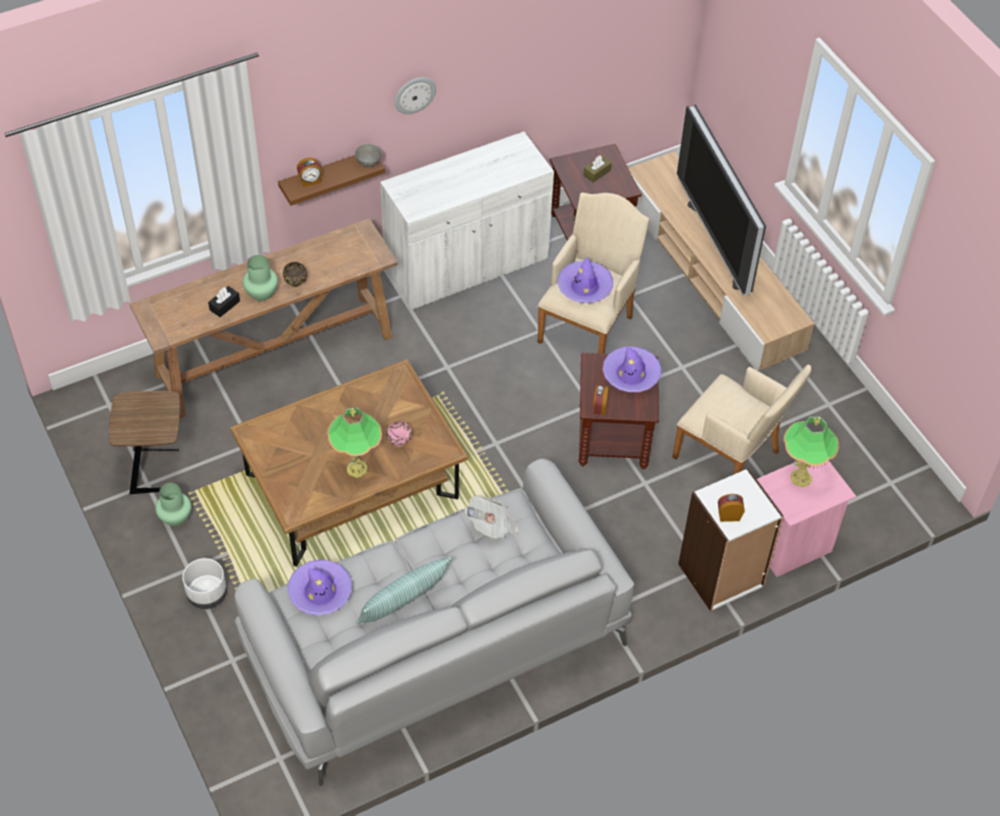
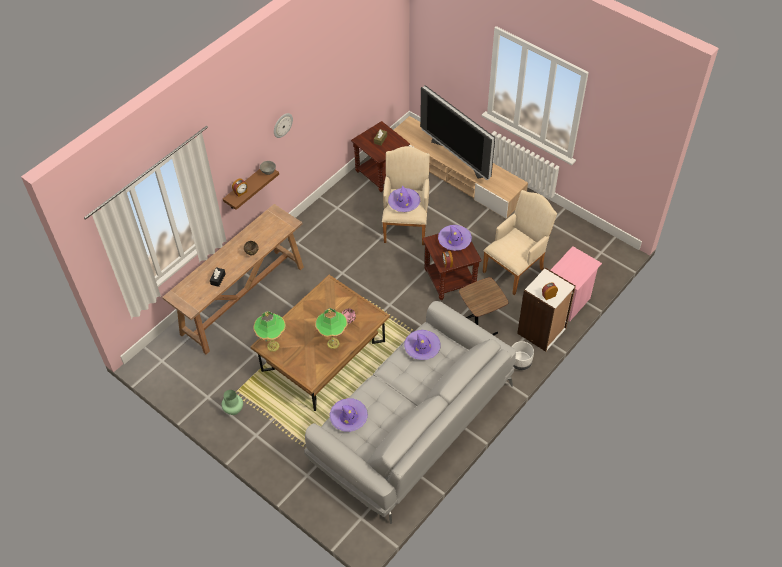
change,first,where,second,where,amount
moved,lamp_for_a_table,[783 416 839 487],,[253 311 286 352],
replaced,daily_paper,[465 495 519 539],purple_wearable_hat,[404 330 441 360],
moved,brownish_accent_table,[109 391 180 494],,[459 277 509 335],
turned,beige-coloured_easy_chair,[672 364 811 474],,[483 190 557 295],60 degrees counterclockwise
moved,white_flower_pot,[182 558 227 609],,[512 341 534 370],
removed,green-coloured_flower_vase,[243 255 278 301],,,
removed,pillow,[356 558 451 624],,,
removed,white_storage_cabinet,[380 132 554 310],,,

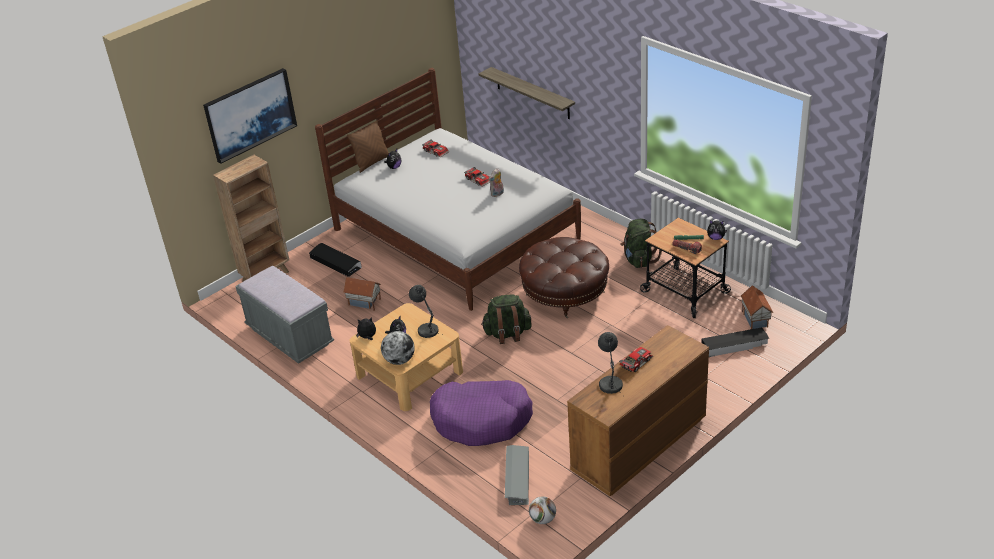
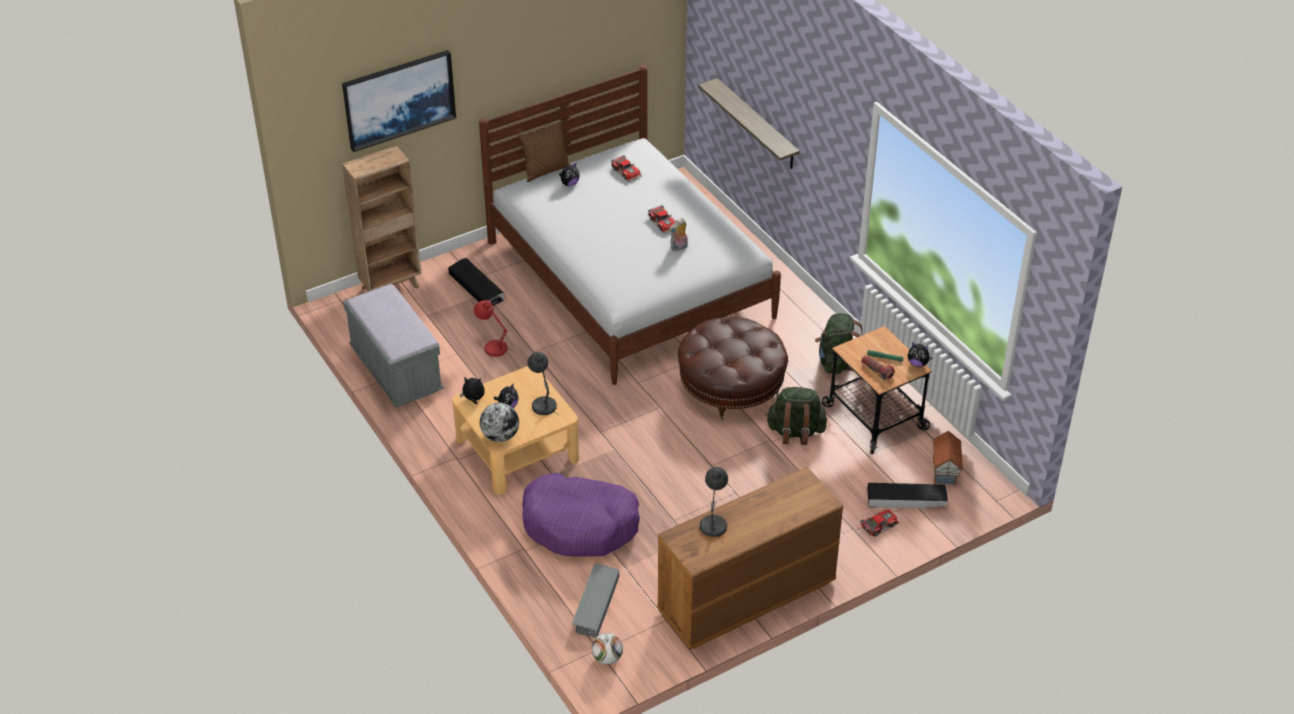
change,first,where,second,where,amount
replaced,miniature_house,[343 278 381 311],red-coloured_lamp_for_a_table,[474 300 513 357],
moved,green-coloured_rucksack,[481 295 532 344],,[766 387 827 445],
moved,toy_car,[619 347 653 372],,[860 509 900 537],

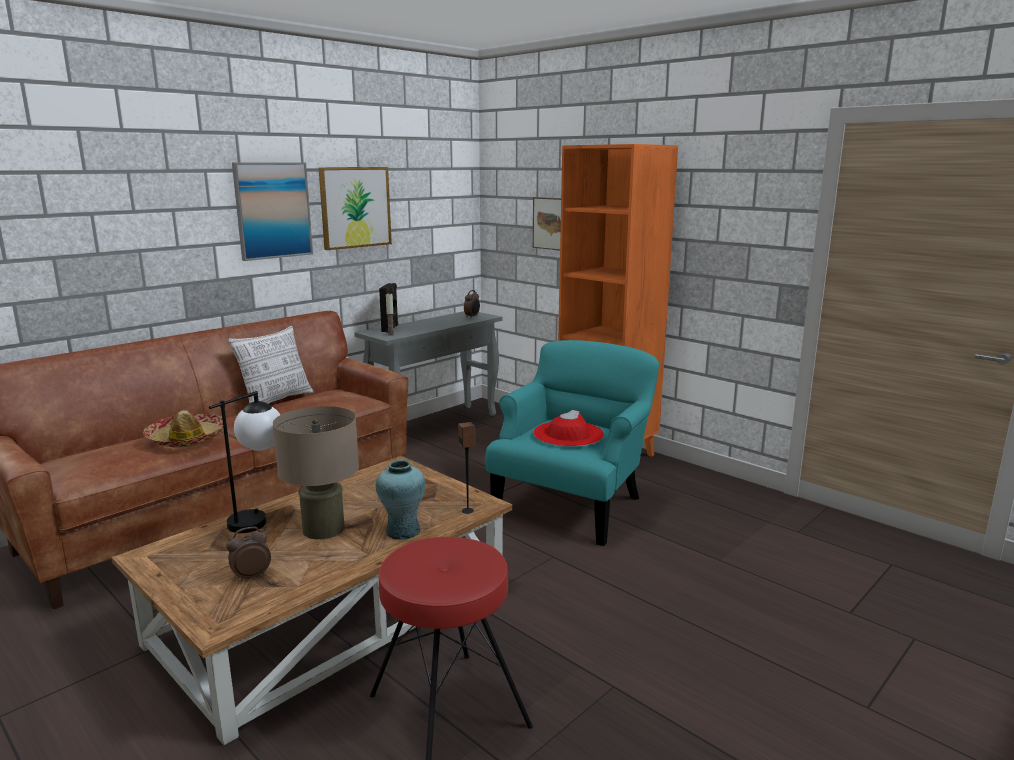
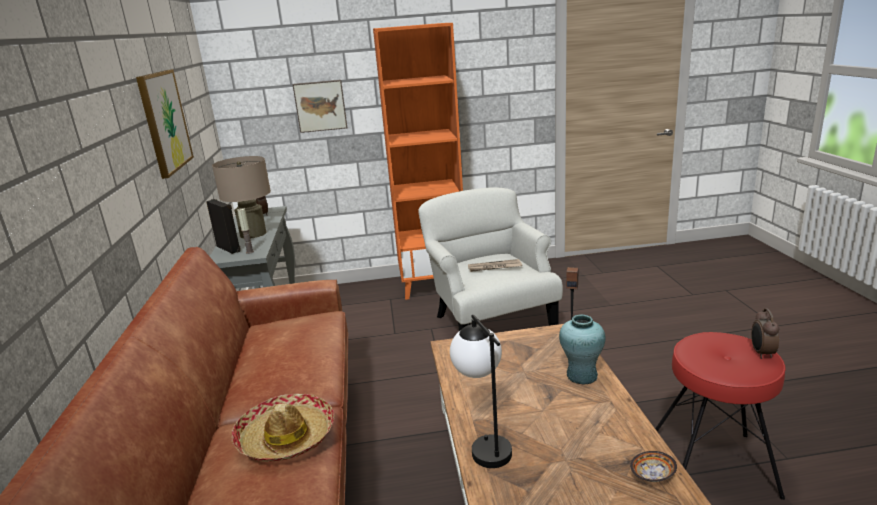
change,first,where,second,where,amount
moved,beige-coloured_lamp_for_a_table,[273 406 359 540],,[212 156 271 239],
recoloured,turquoise-coloured_easy_chair,[485 340 659 546],white_easy_chair,[418 187 563 331],
replaced,red-coloured_wearable_hat,[533 410 604 447],daily_paper,[468 259 522 272],
added,,,deep_dish,[630 451 677 482],
moved,table_clock,[226 527 271 582],,[751 308 779 359],
removed,pillow,[228 326 313 404],,,
removed,wall_picture,[232 162 313 261],,,

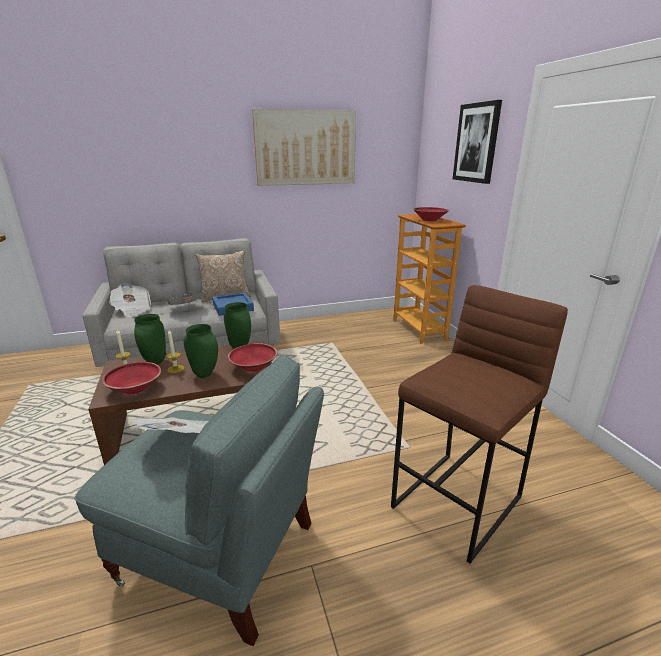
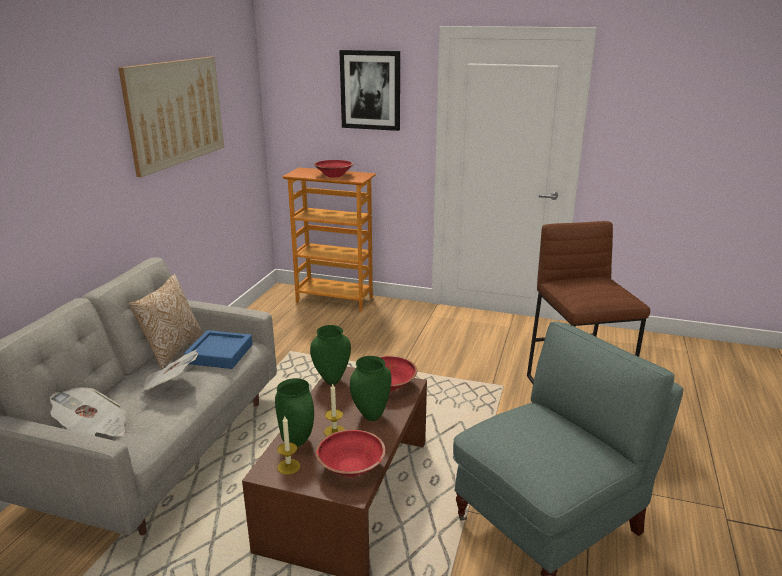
change,first,where,second,where,amount
removed,daily_paper,[131 417 208 433],,,

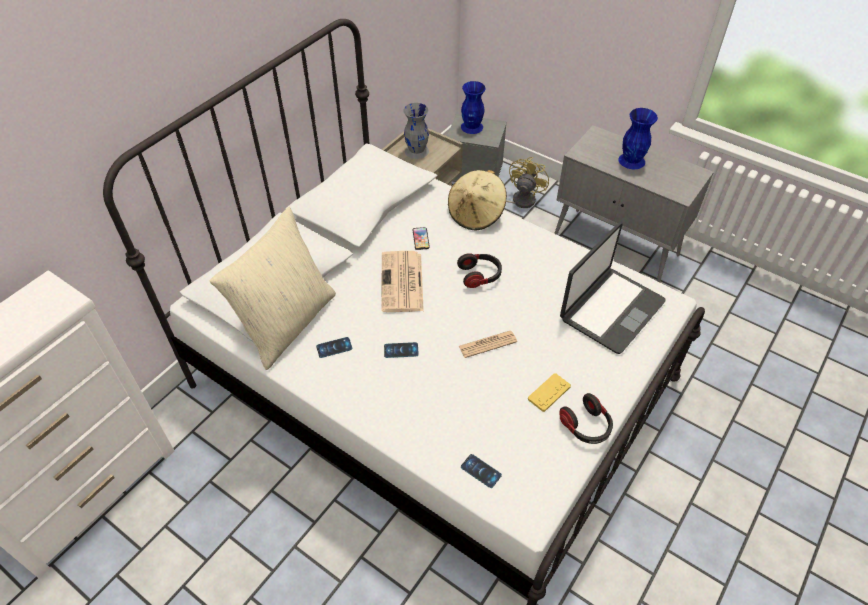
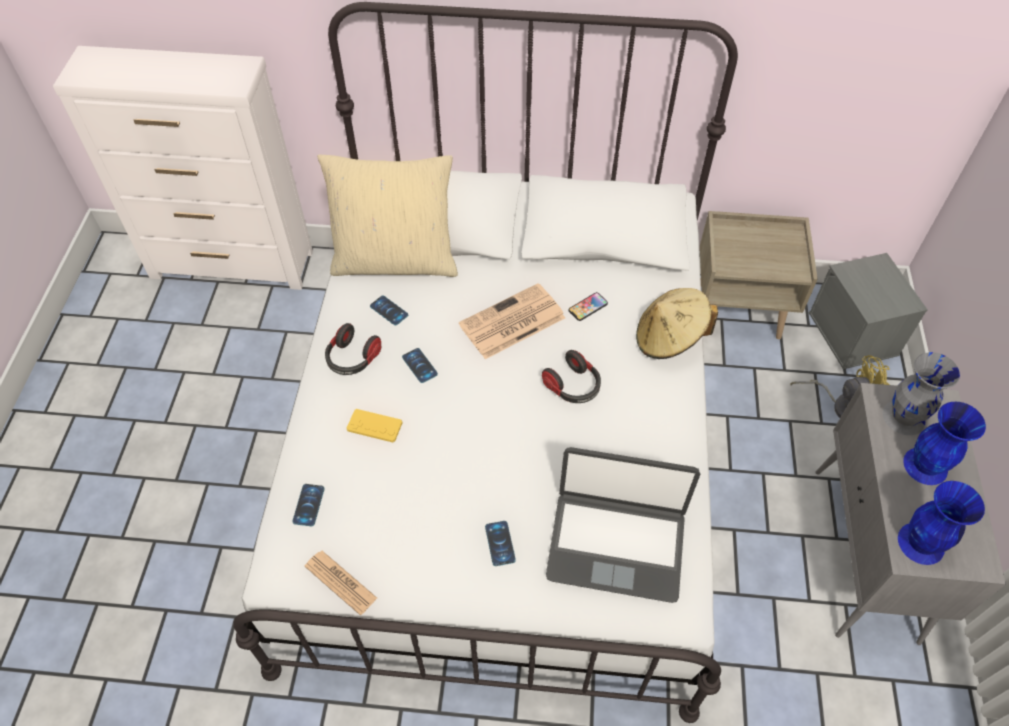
change,first,where,second,where,amount
moved,daily_paper,[459 331 517 358],,[305 551 377 615],
moved,headphones,[559 393 613 444],,[325 323 381 375],
moved,yellowish_game_controller,[528 373 571 412],,[347 409 402 442],
added,,,phone,[485 521 516 566],
moved,greyish_flower_vase,[403 103 429 159],,[883 352 960 435],
moved,bluish_flower_vase,[461 81 486 134],,[898 481 985 565],

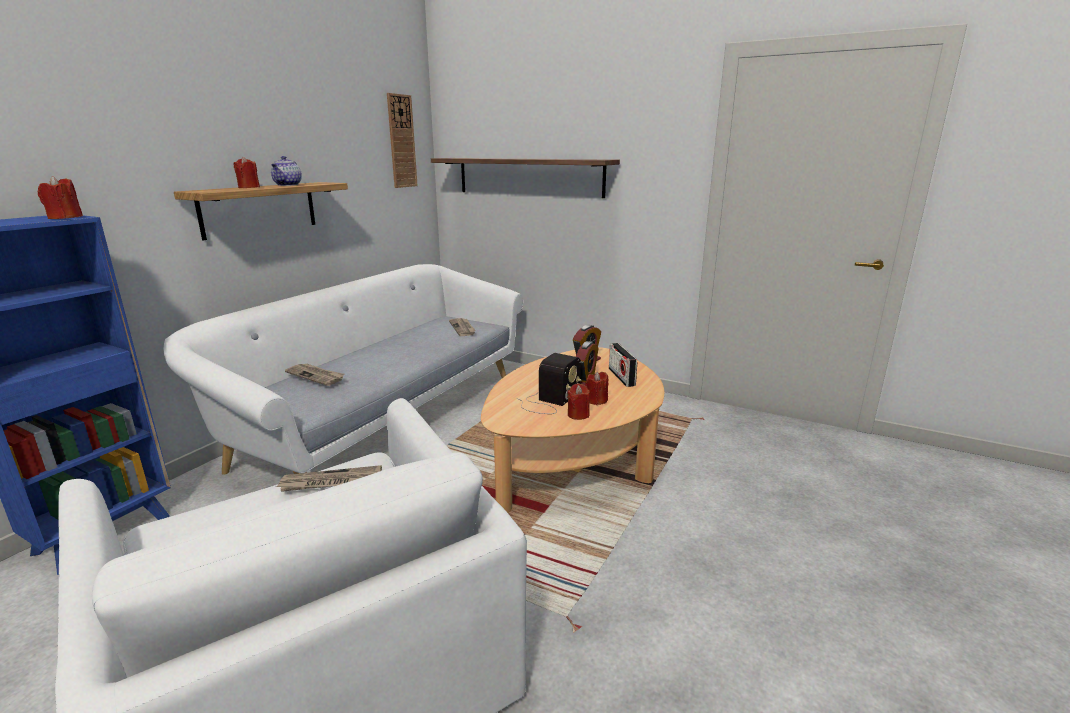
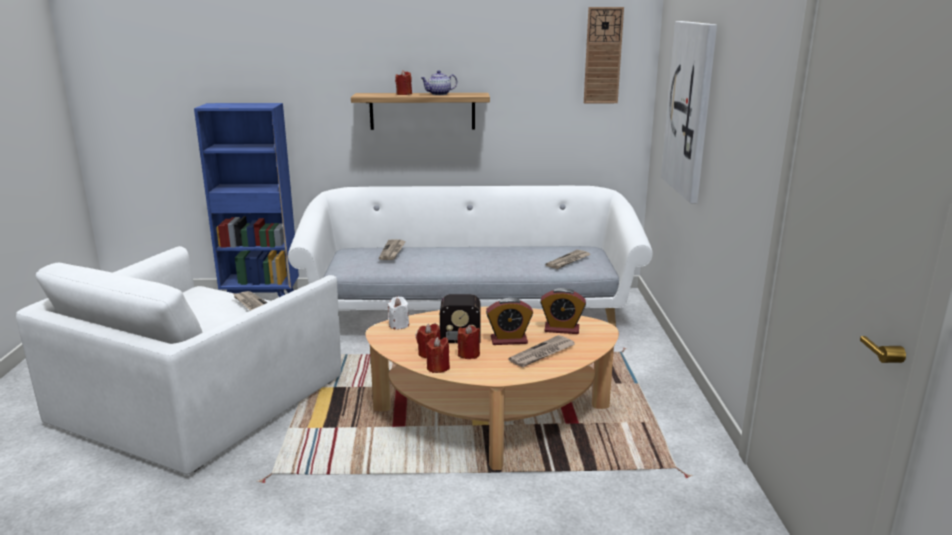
change,first,where,second,where,amount
added,,,white_wax_candle,[387 296 409 329],
moved,red-coloured_wax_candle,[38 176 83 219],,[425 337 450 373],
replaced,radio_set,[609 343 637 387],daily_paper,[508 335 575 367],
replaced,bracket_shelf,[431 158 620 198],wall_picture,[661 21 717 203],

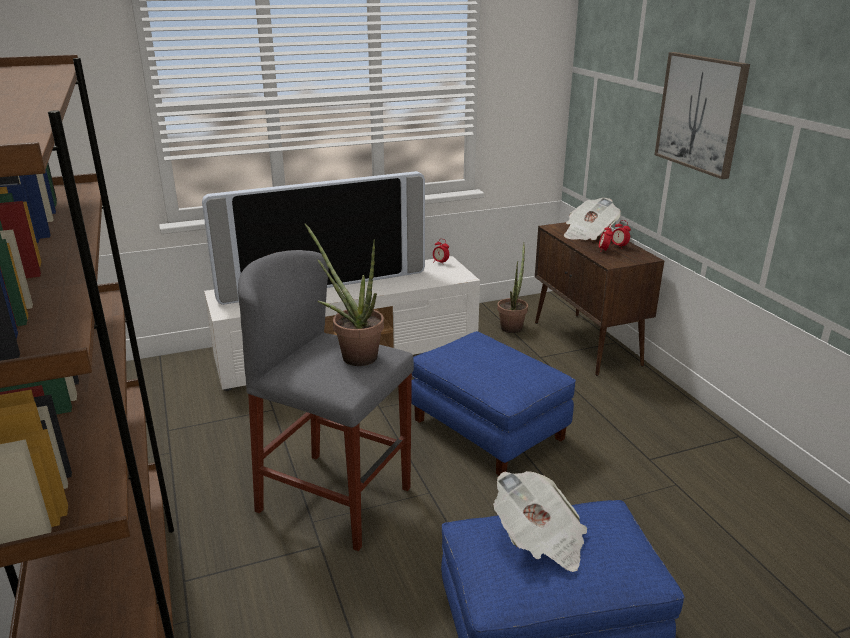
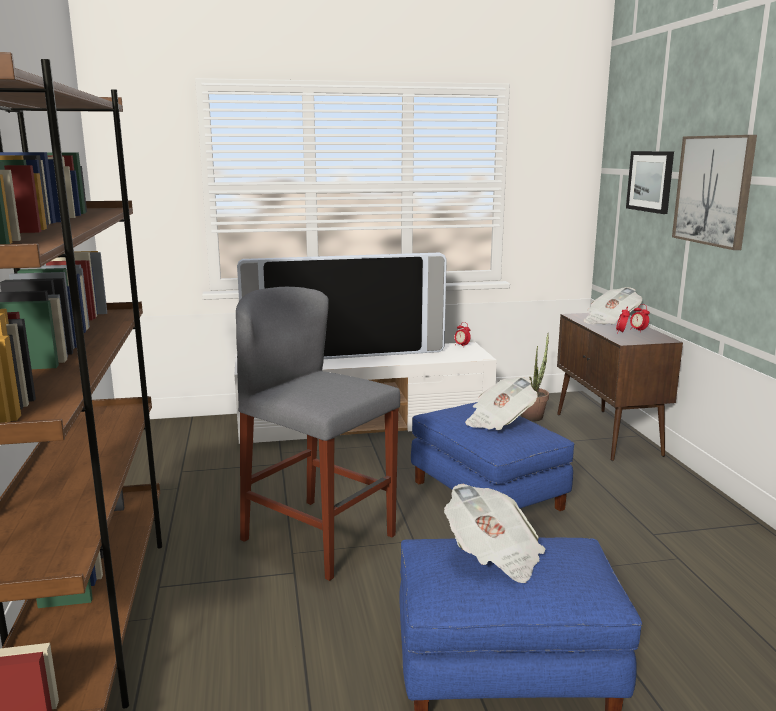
change,first,where,second,where,amount
added,,,daily_paper,[465 377 538 430],
added,,,wall_picture,[626 151 674 214],
removed,plant_in_a_pot,[305 223 384 366],,,

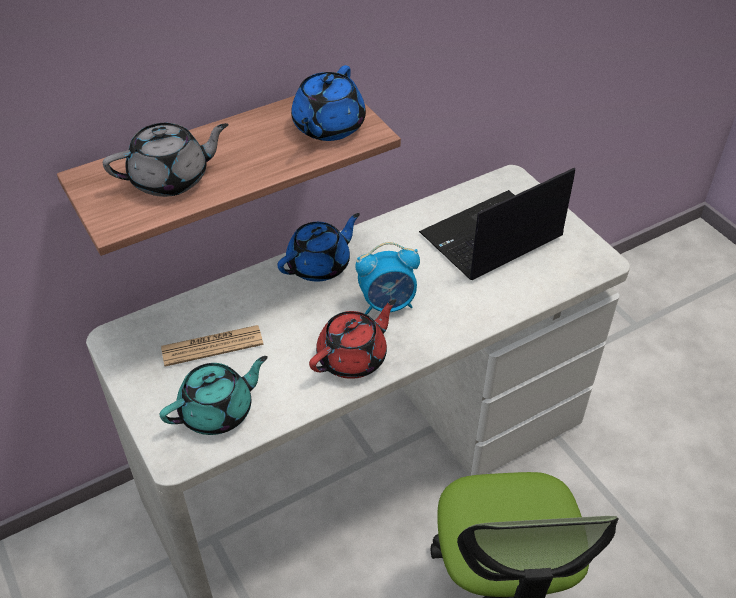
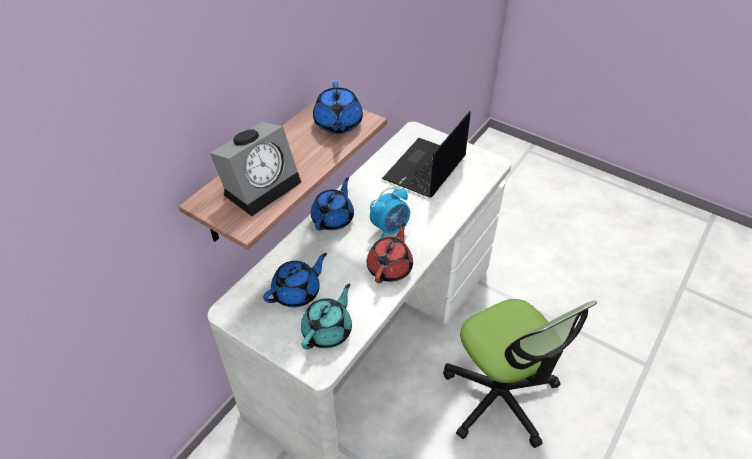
change,first,where,second,where,amount
replaced,greyish_teapot,[103 123 229 197],table_clock,[210 122 301 216],
replaced,daily_paper,[161 325 264 366],bluish_teapot,[263 253 327 307],

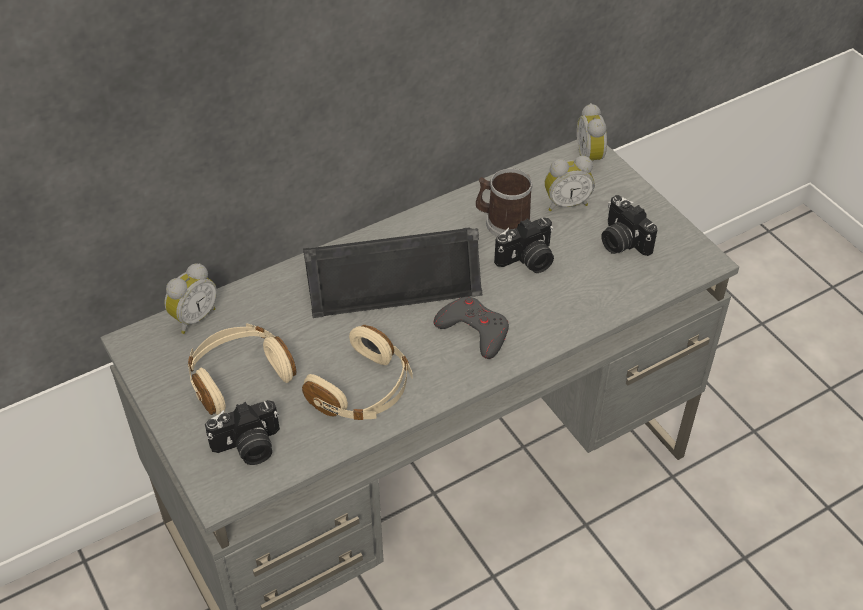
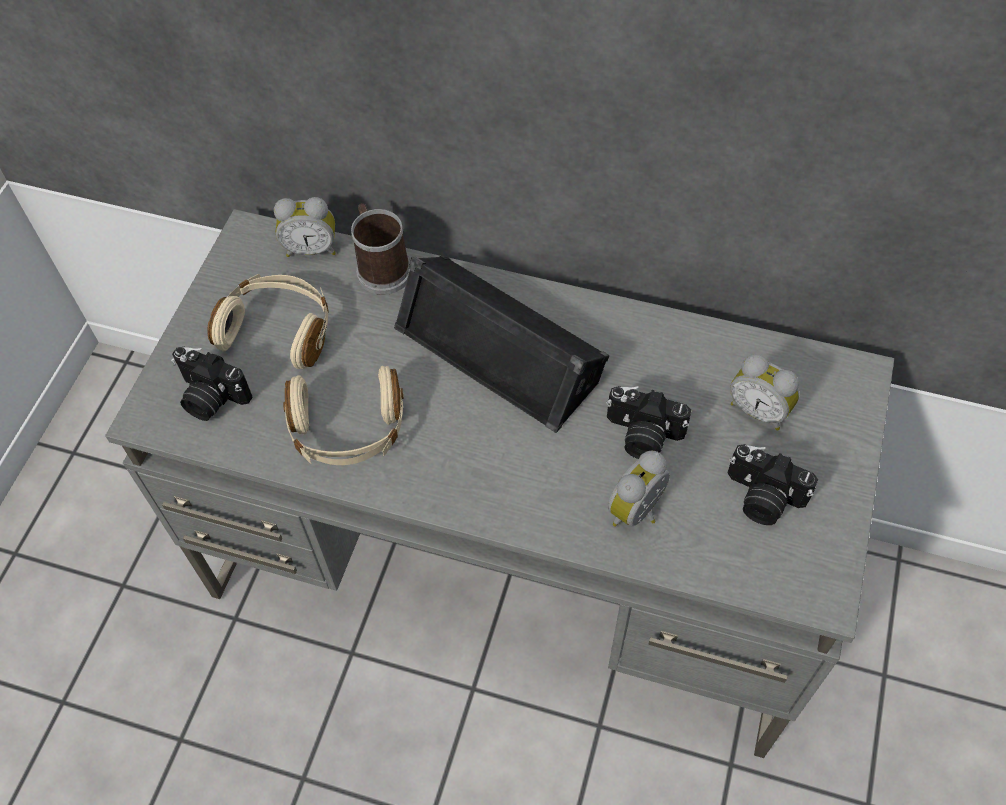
change,first,where,second,where,amount
moved,mug,[476 168 533 237],,[351 203 410 295],
moved,table_clock,[577 103 607 163],,[608 450 670 527],
turned,still_camera,[601 195 657 256],,[727 444 818 525],75 degrees counterclockwise
removed,greyish_game_controller,[434 297 509 359],,,

